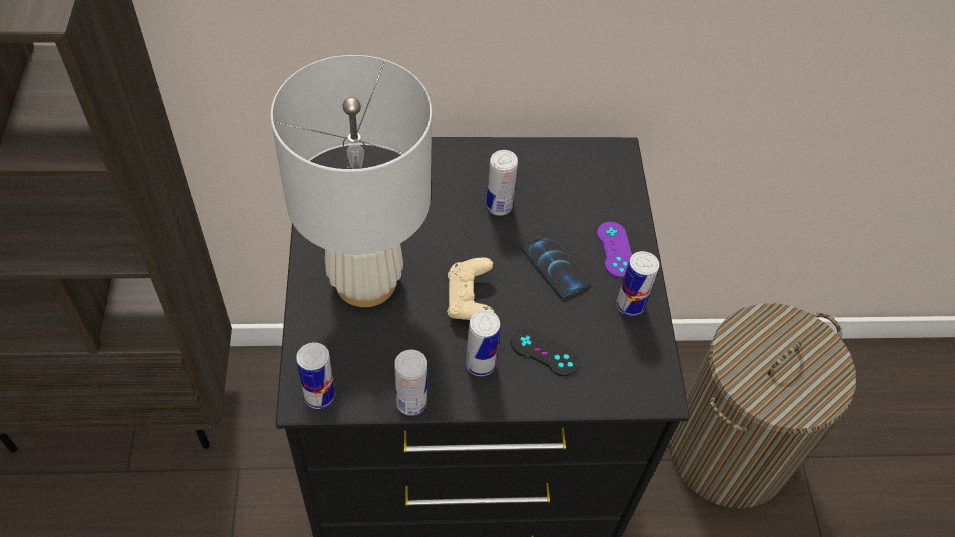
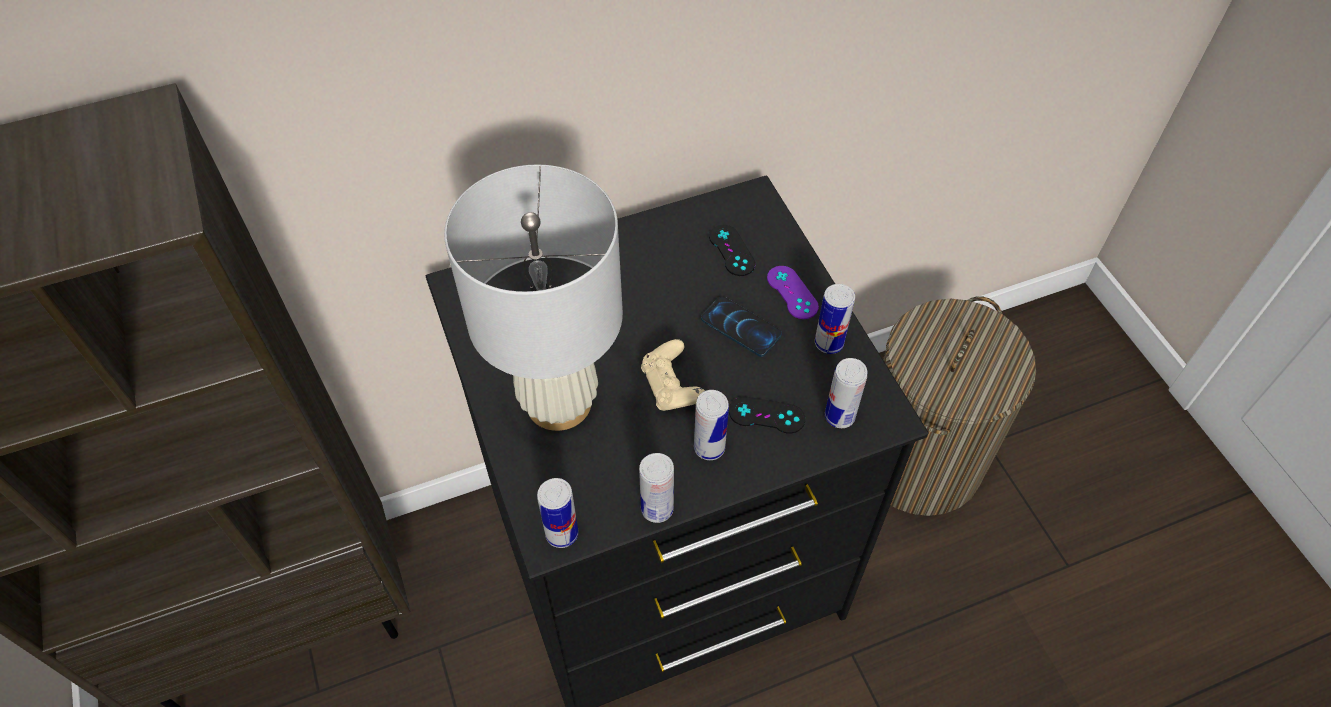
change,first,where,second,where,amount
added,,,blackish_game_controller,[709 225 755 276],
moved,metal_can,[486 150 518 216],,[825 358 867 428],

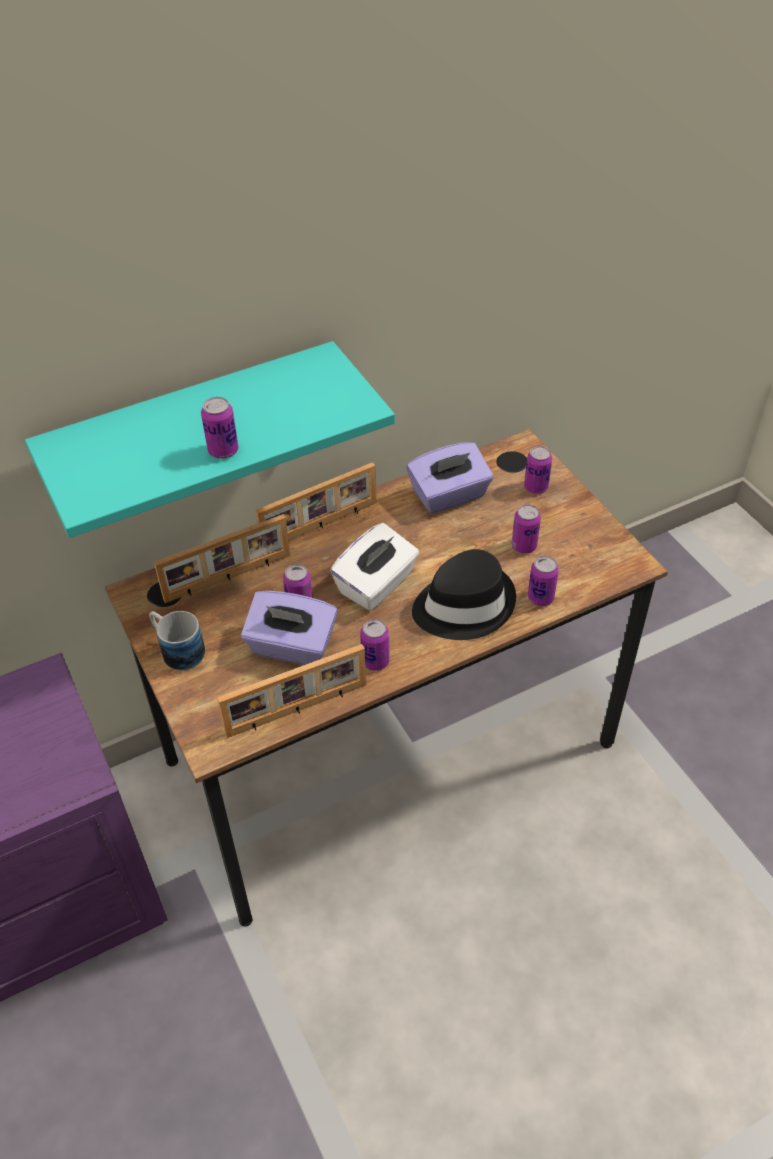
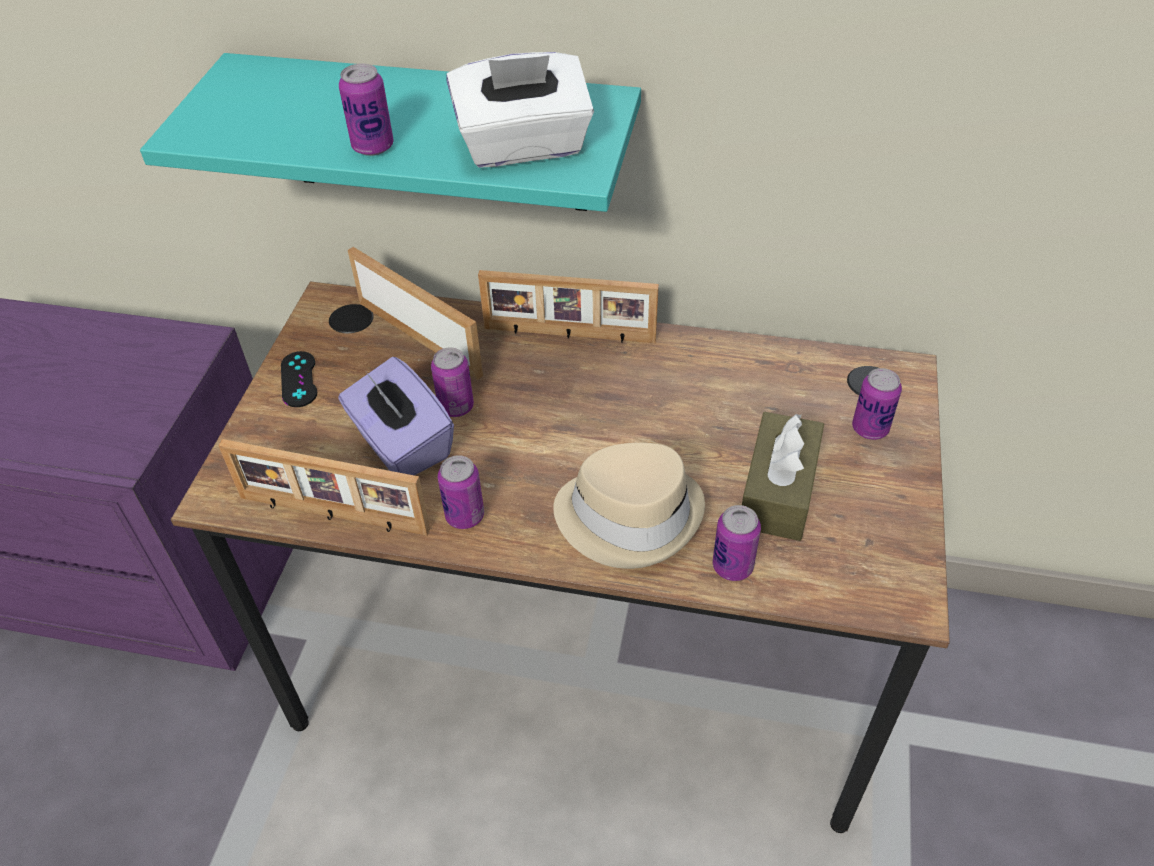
change,first,where,second,where,amount
replaced,mug,[149 611 205 670],blackish_game_controller,[281 351 317 407],
turned,standing_frame,[154 514 290 603],,[348 247 483 380],150 degrees counterclockwise
moved,white_box_of_tissues,[330 523 419 611],,[447 52 594 168],
recoloured,blackish_wearable_hat,[412 549 516 640],beige-coloured_wearable_hat,[553 443 705 569],
replaced,metal_can,[512 504 541 554],brownish_box_of_tissues,[742 412 824 541],
removed,purple_box_of_tissues,[407 442 493 514],,,

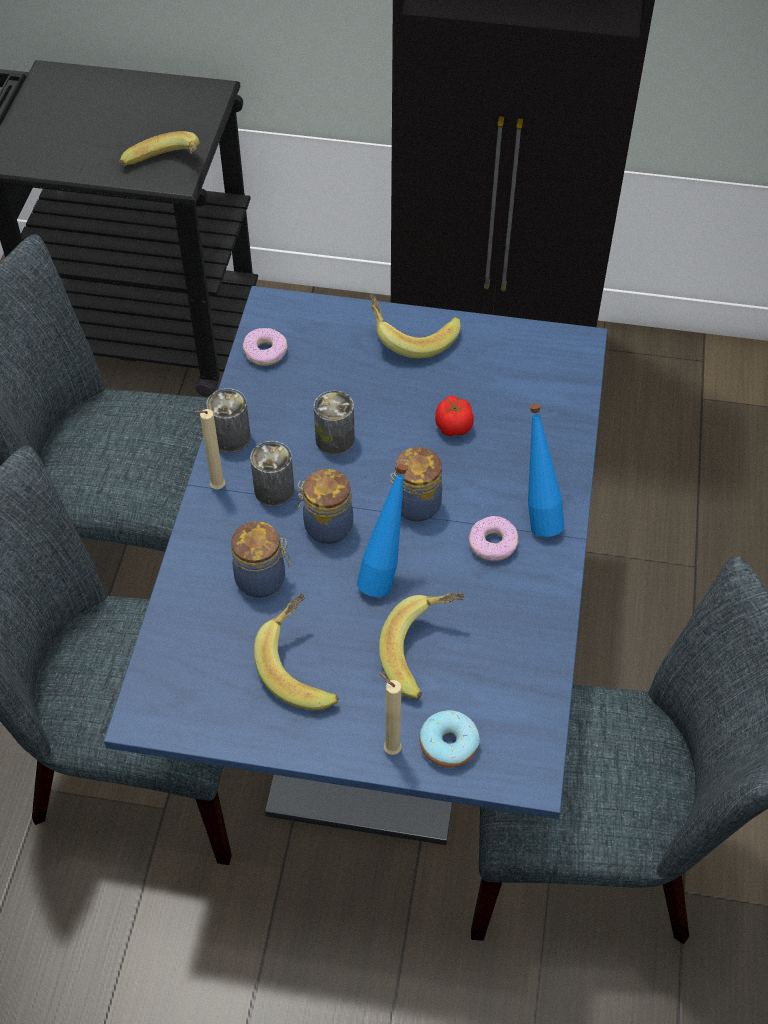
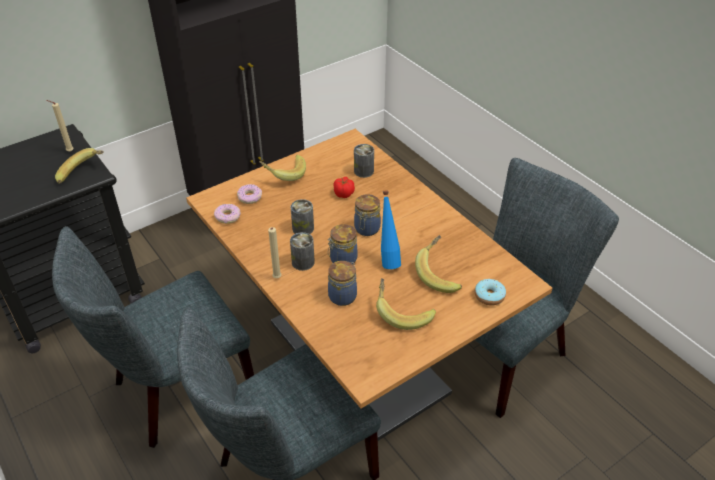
change,first,where,second,where,amount
moved,beige-coloured_wax_candle,[379 672 402 755],,[46 100 74 152],
recoloured,bluish_kitchen_table,[104 286 607 845],brownish_kitchen_table,[186 129 553 441],
moved,ring_doughnut,[468 516 519 561],,[237 184 262 204],
moved,metal_can,[206 388 251 453],,[354 144 374 178],
removed,bluish_bottle,[528 404 565 537],,,

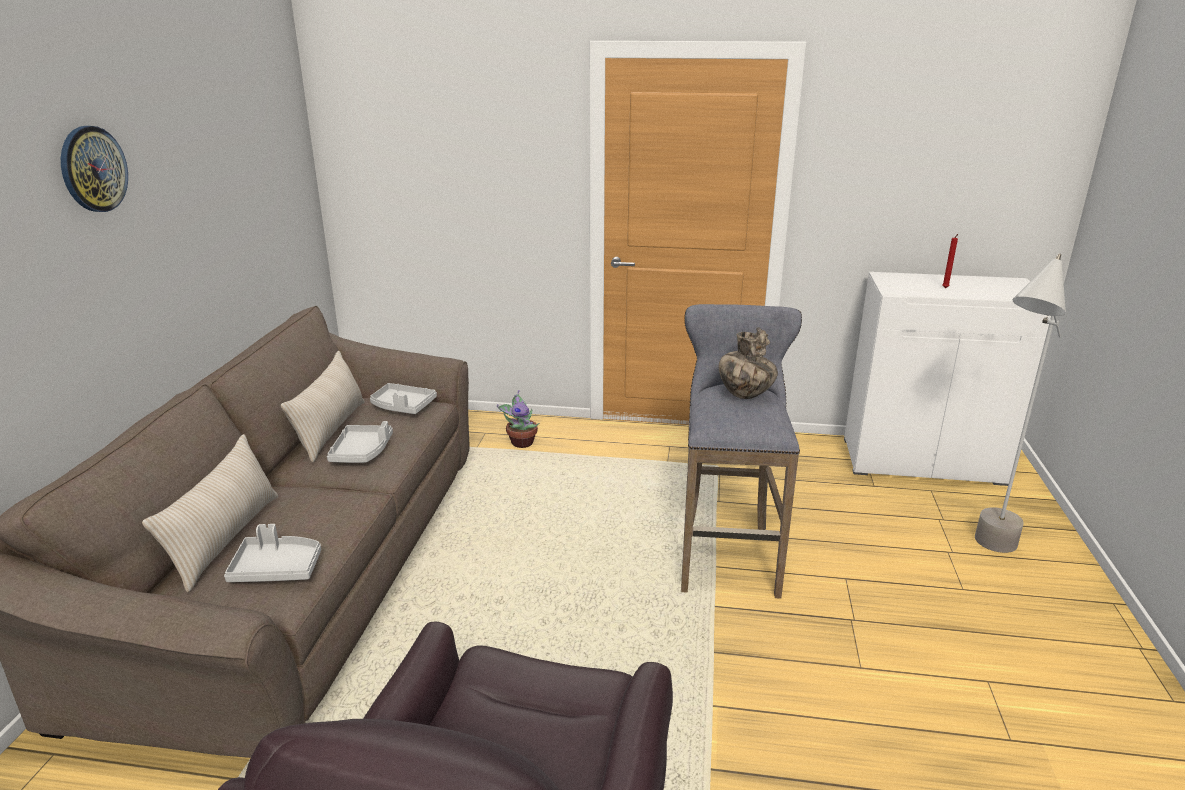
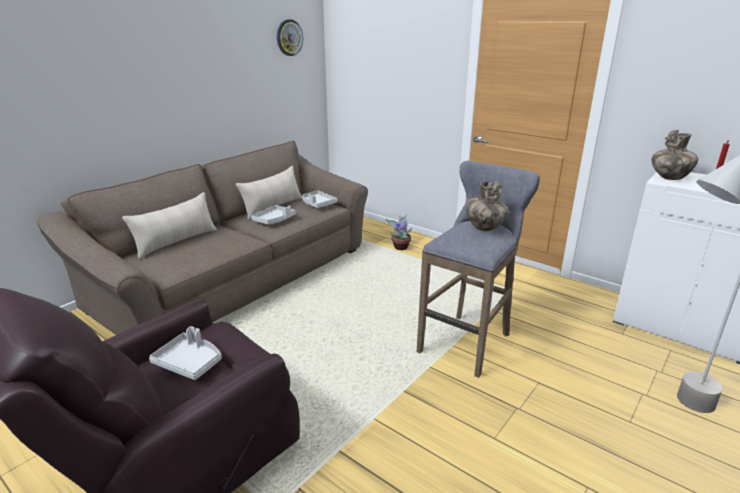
change,first,where,second,where,amount
moved,greyish_serving_tray,[224 524 321 582],,[149 326 222 380],
moved,wall_clock,[61 126 128 212],,[277 19 303 56],
added,,,flower_vase,[652 130 698 180],

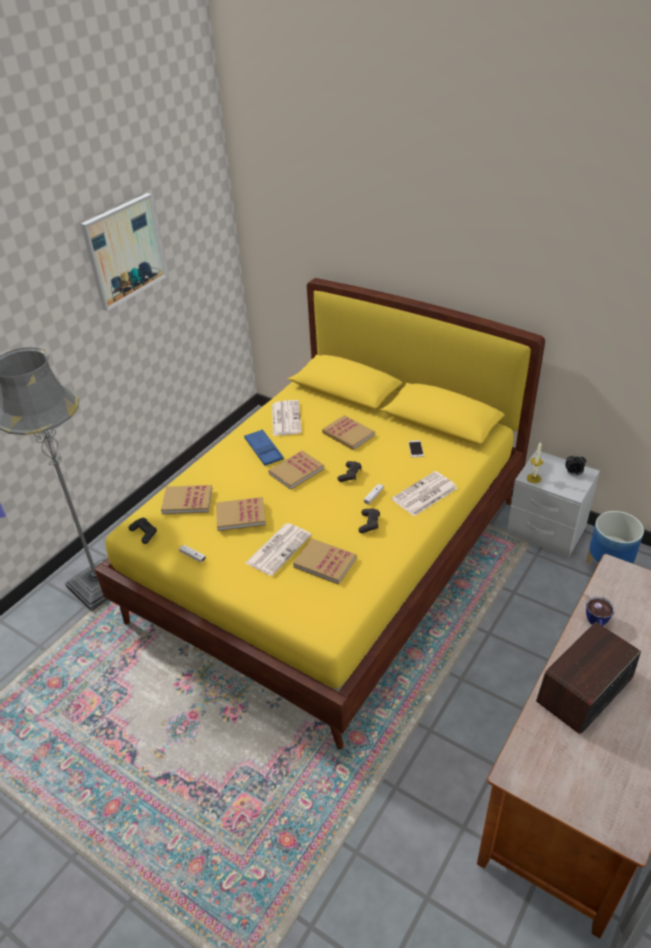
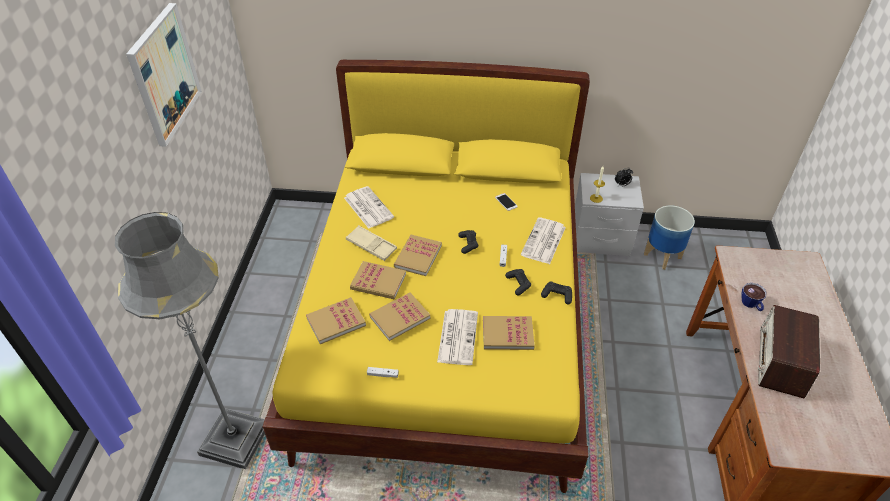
change,first,where,second,where,amount
recoloured,bluish_serving_tray,[244 429 284 466],beige-coloured_serving_tray,[346 225 397 261],
moved,volume,[322 415 375 450],,[350 261 406 299],
moved,blackish_game_controller,[129 518 157 544],,[541 282 572 304],

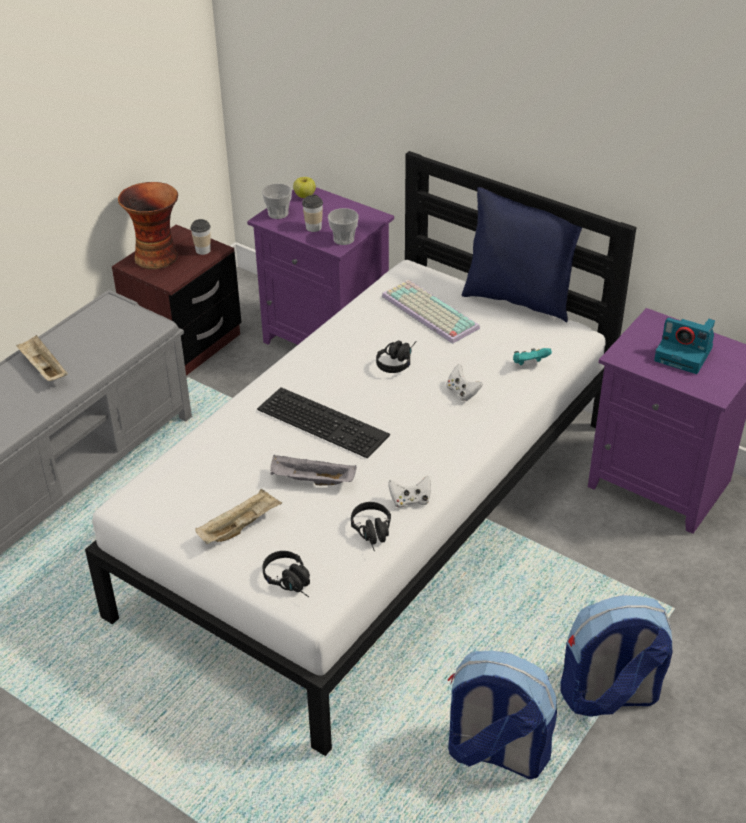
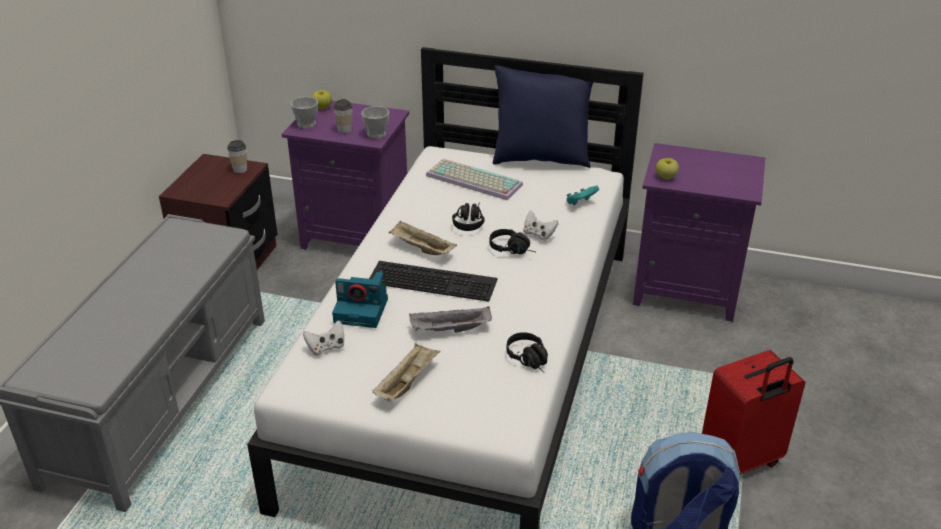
change,first,where,second,where,amount
moved,white_game_controller,[388 476 431 508],,[303 320 344 355],
moved,still_camera,[654 318 715 374],,[332 272 388 328],
moved,beige-coloured_serving_tray,[16 335 68 381],,[389 221 457 255],
moved,blackish_headphones,[262 551 310 597],,[489 229 535 254],
added,,,apple_fruit,[656 158 679 180],
replaced,rucksack,[560 595 672 717],red-coloured_piece_of_luggage,[702 350 805 475],
removed,flower_vase,[118 182 178 269],,,

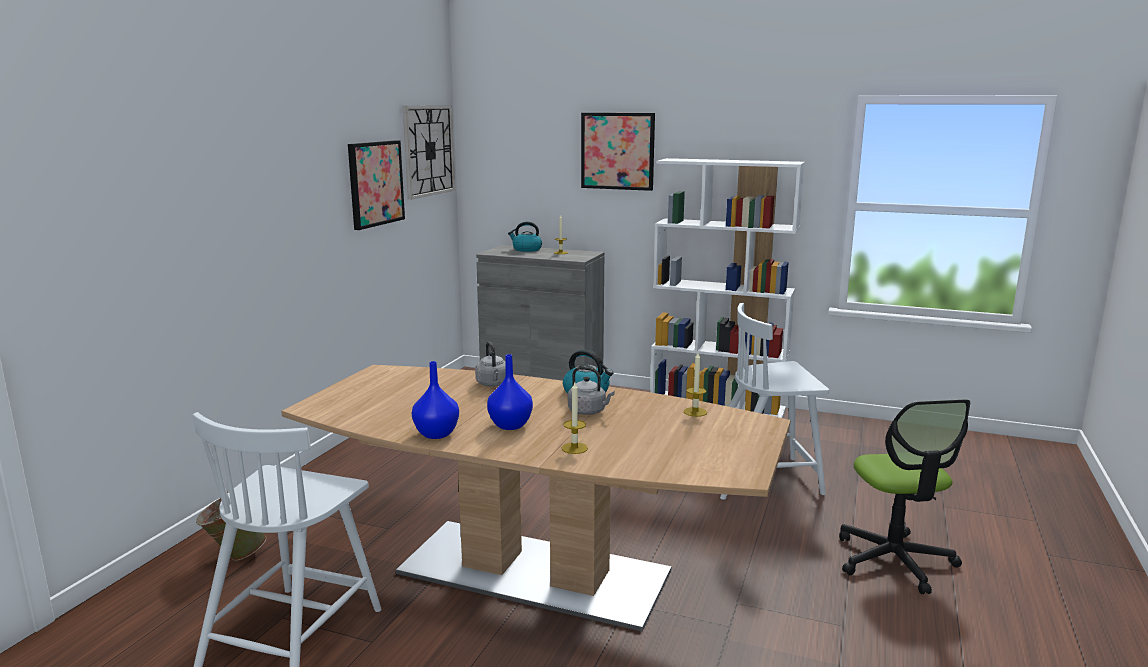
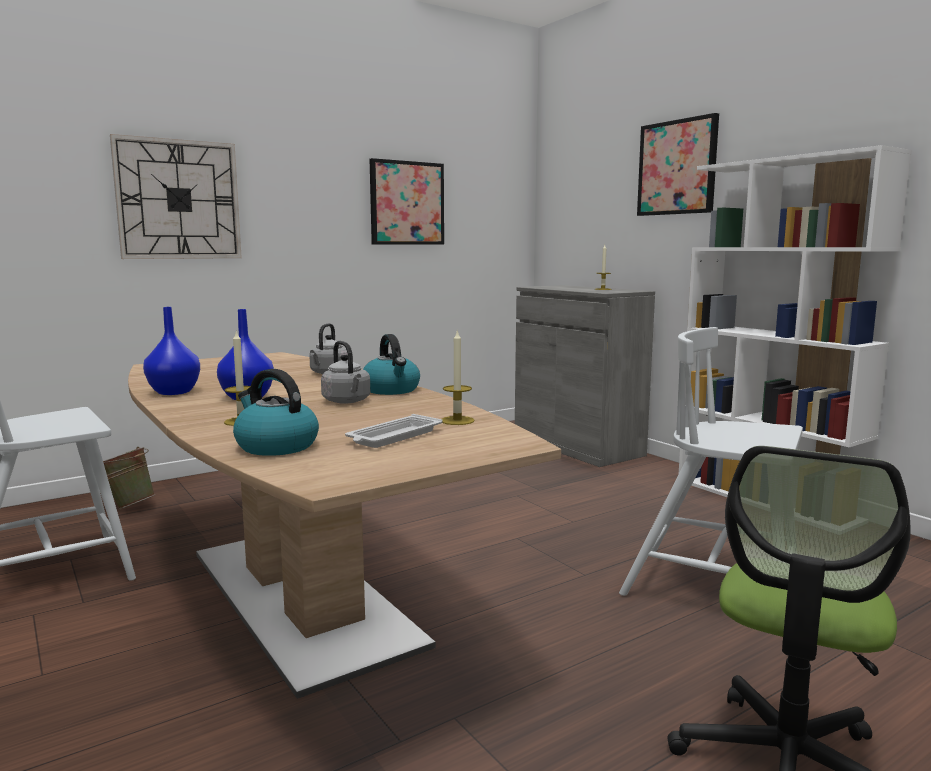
change,first,where,second,where,amount
moved,wall_clock,[403 105 455 200],,[110 134 242 259],
moved,tea_kettle,[508 221 542 252],,[233 369 319 456],
added,,,white_serving_tray,[345 414 443 448],

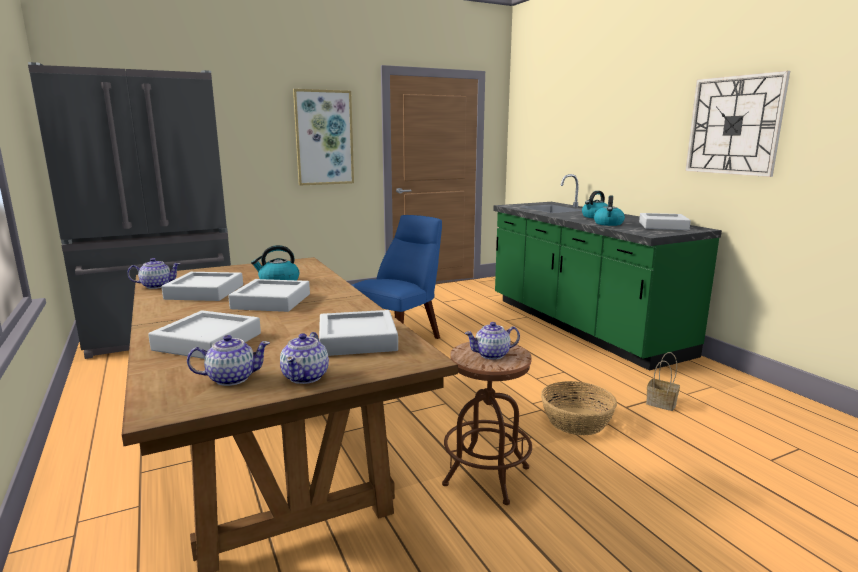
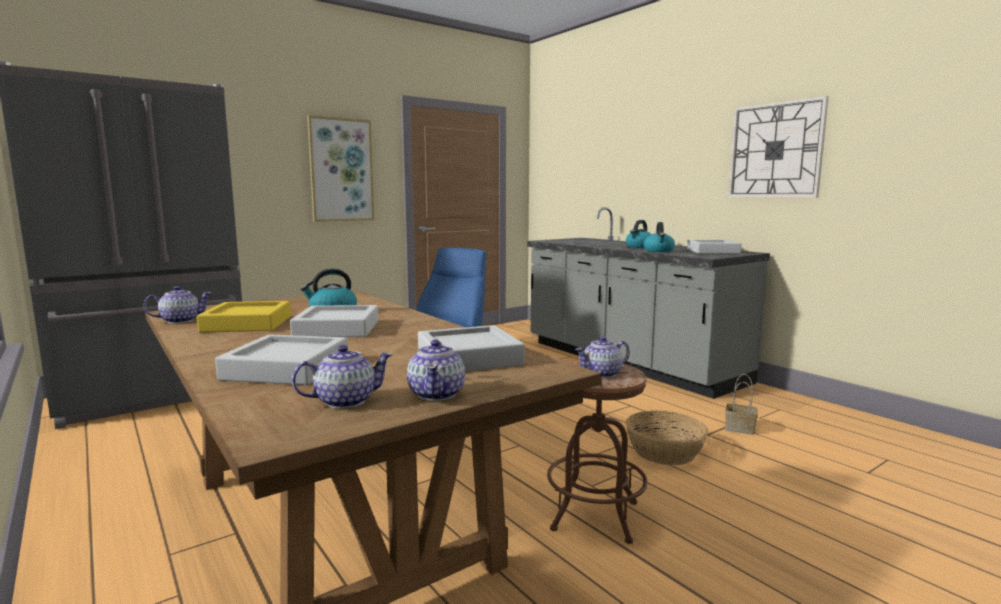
change,first,where,second,where,amount
recoloured,greyish_serving_tray,[162 272 243 301],yellowish_serving_tray,[197 301 291 333],
recoloured,green-coloured_counter,[493 174 722 370],greyish_counter,[527 207 770 399],

